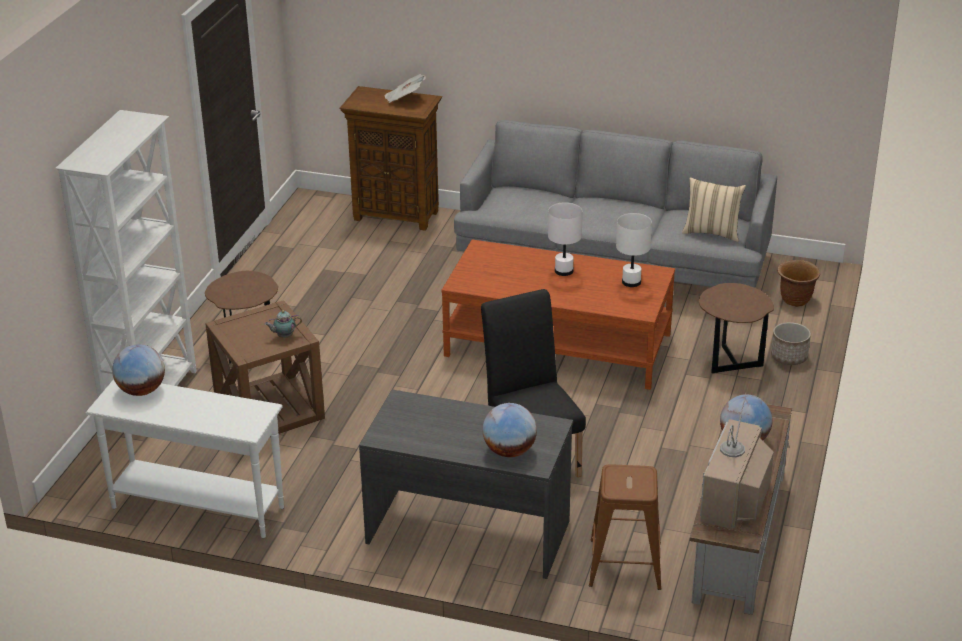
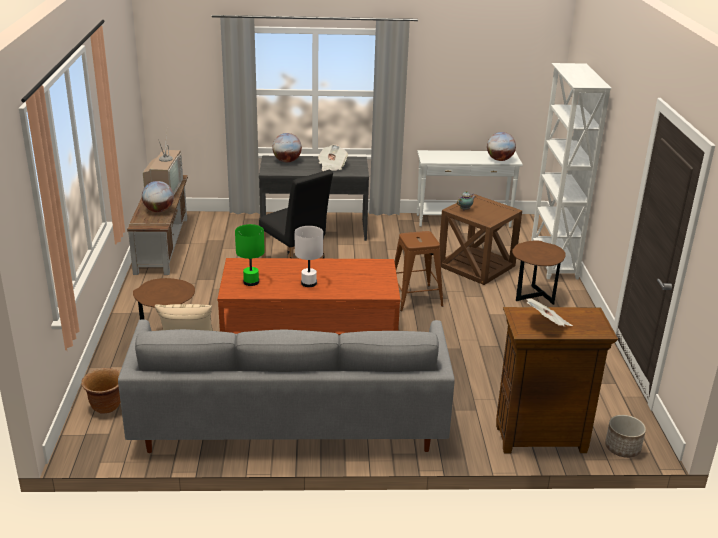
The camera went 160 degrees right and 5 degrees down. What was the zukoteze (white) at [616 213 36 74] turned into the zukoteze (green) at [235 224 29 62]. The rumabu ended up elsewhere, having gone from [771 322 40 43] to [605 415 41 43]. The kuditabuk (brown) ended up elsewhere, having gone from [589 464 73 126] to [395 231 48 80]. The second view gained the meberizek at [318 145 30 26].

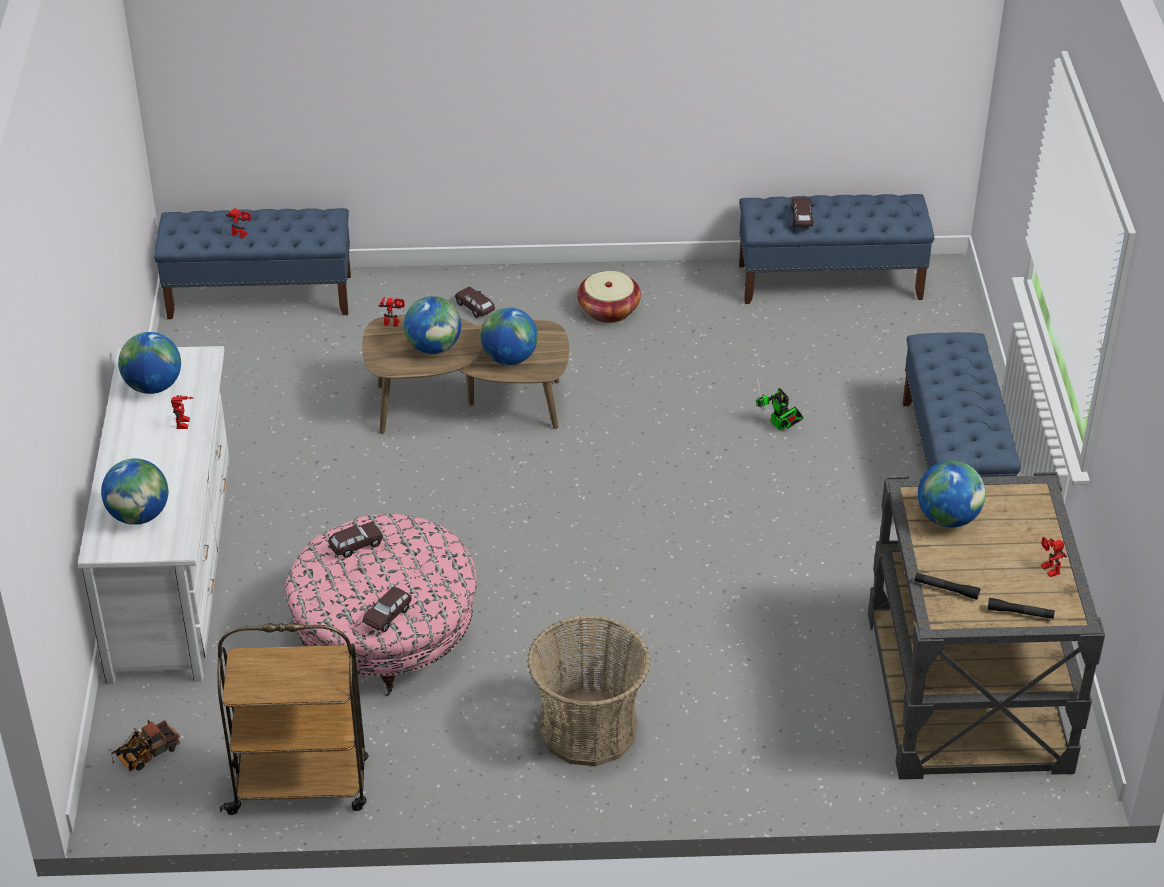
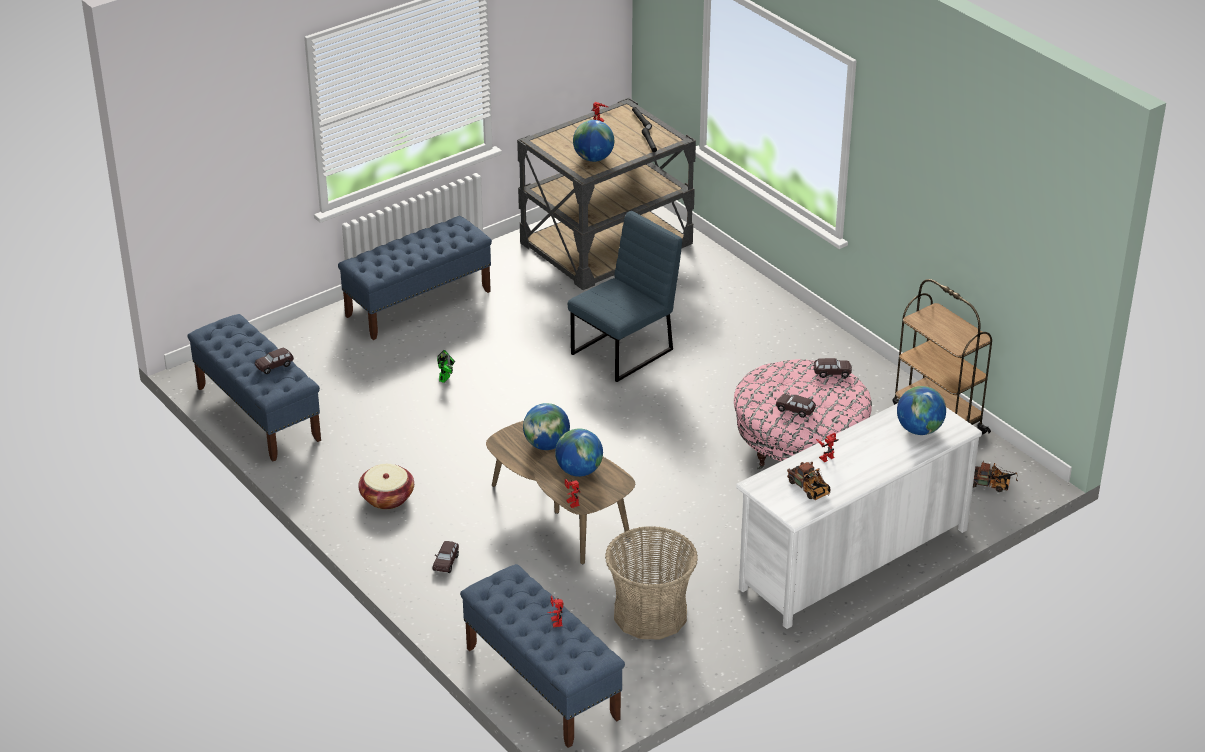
The camera went 125 degrees left and 5 degrees down. Where the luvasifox stood at [118 332 63 62], the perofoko came to stand at [787 462 43 38]. The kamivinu ended up elsewhere, having gone from [527 615 123 151] to [605 526 93 113]. The second view gained the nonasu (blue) at [568 211 114 171].

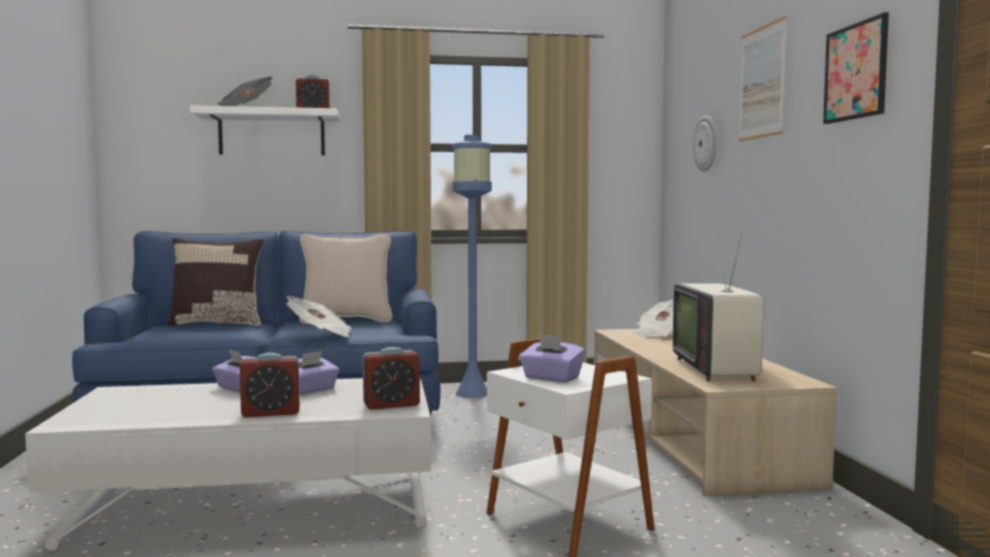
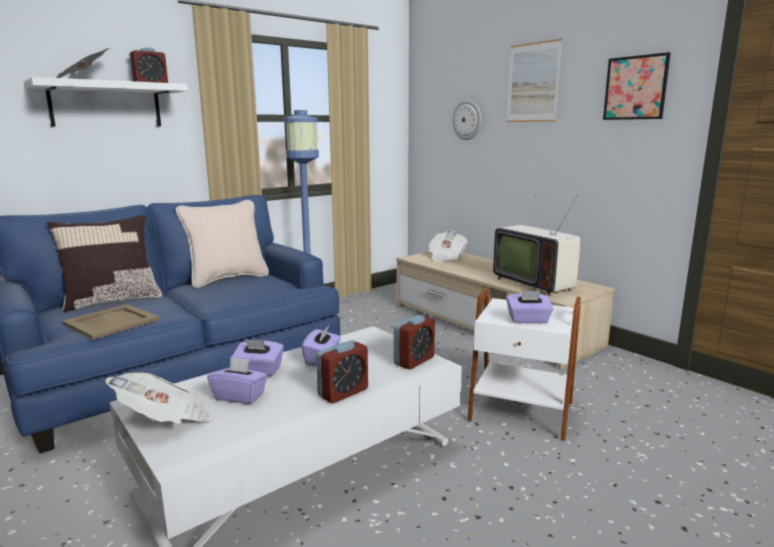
The camera went 30 degrees left and 10 degrees up. The meberizek ended up elsewhere, having gone from [287 296 64 41] to [105 372 108 52]. The second view gained the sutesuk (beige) at [62 304 98 35]. The second view gained the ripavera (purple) at [207 357 61 47].

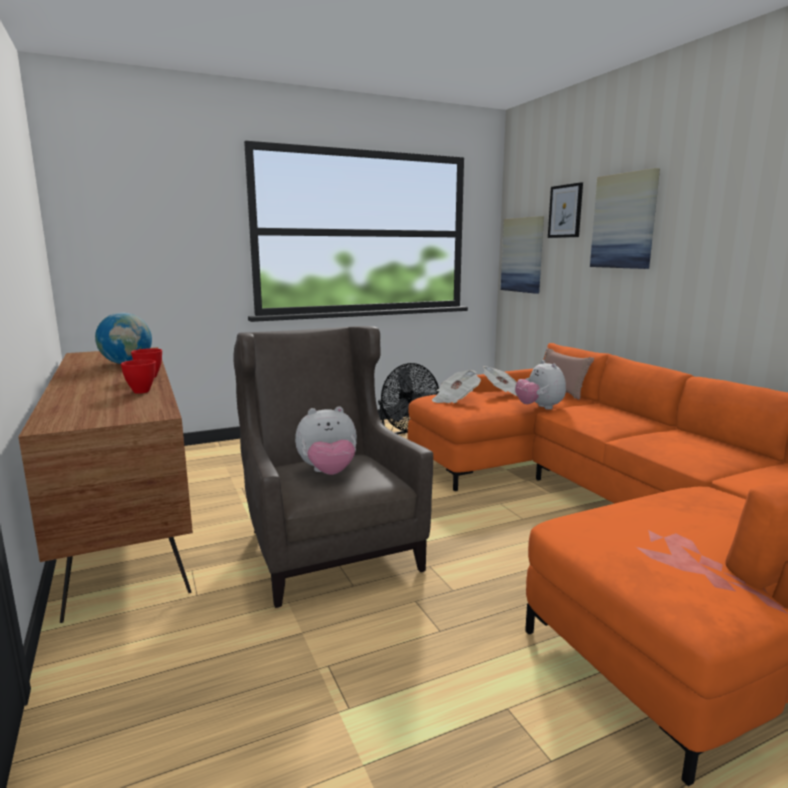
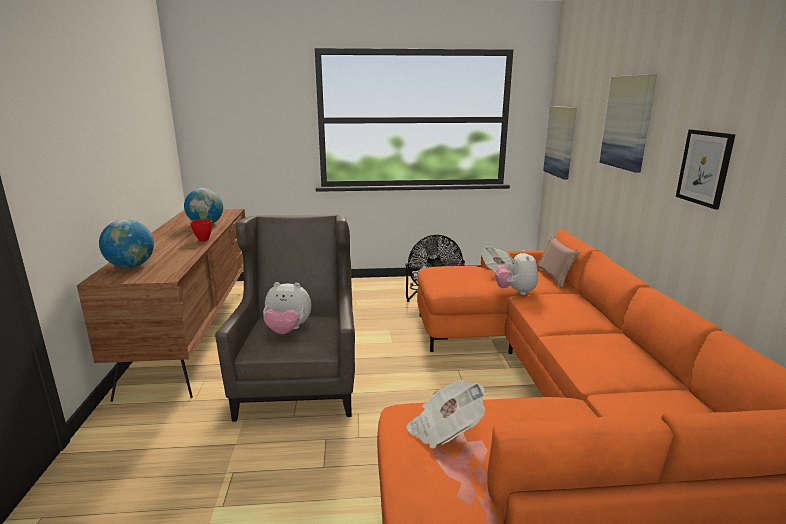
The camera went 20 degrees right and 5 degrees up. The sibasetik ended up elsewhere, having gone from [548 182 35 56] to [676 129 60 80]. The second view lost the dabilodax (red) at [121 359 35 35]. The meberizek ended up elsewhere, having gone from [432 370 49 33] to [407 380 79 69]. The second view gained the luvasifox at [99 219 55 49].

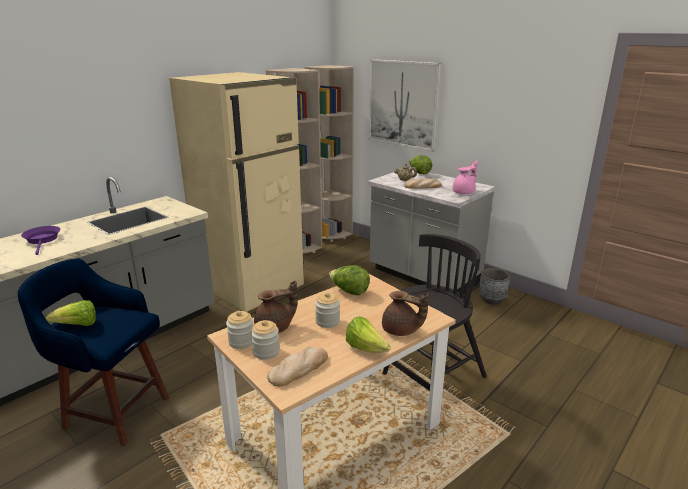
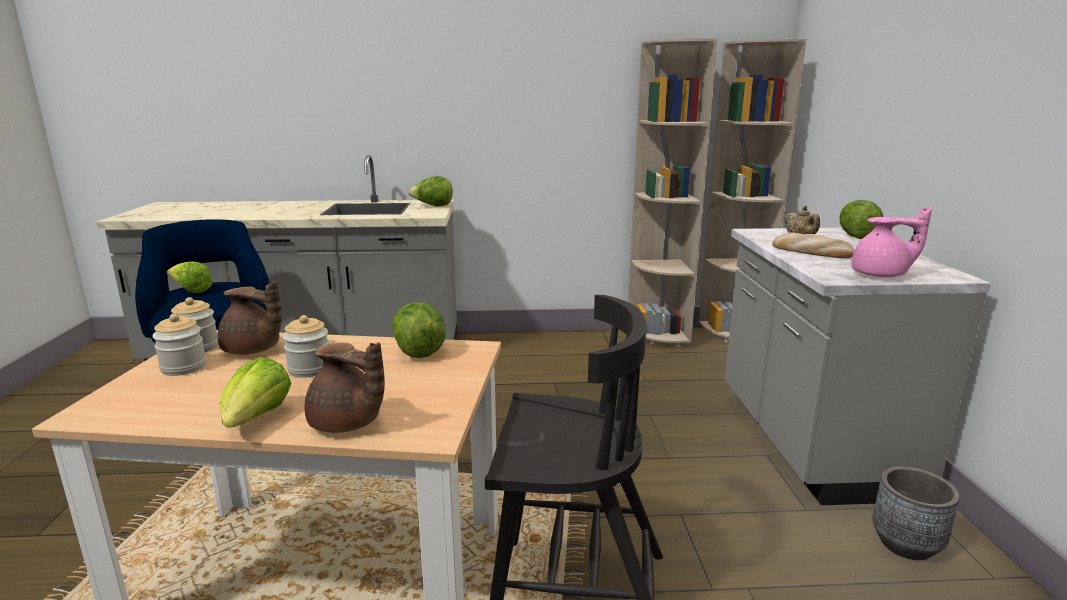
The camera went 45 degrees right and 5 degrees down. The second view lost the sibasetik at [369 59 72 92]. The second view lost the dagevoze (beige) at [169 72 135 240]. The second view lost the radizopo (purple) at [21 226 40 29]. The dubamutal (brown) at [382 291 47 45] ended up facing another way, 45 degrees counterclockwise from before. The second view lost the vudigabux at [267 347 61 40]. The second view gained the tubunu at [408 176 45 30].

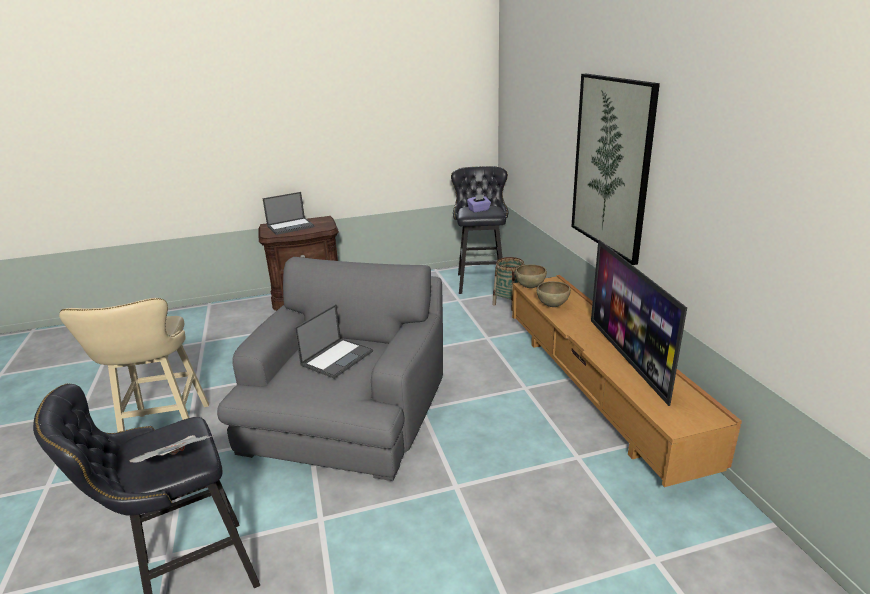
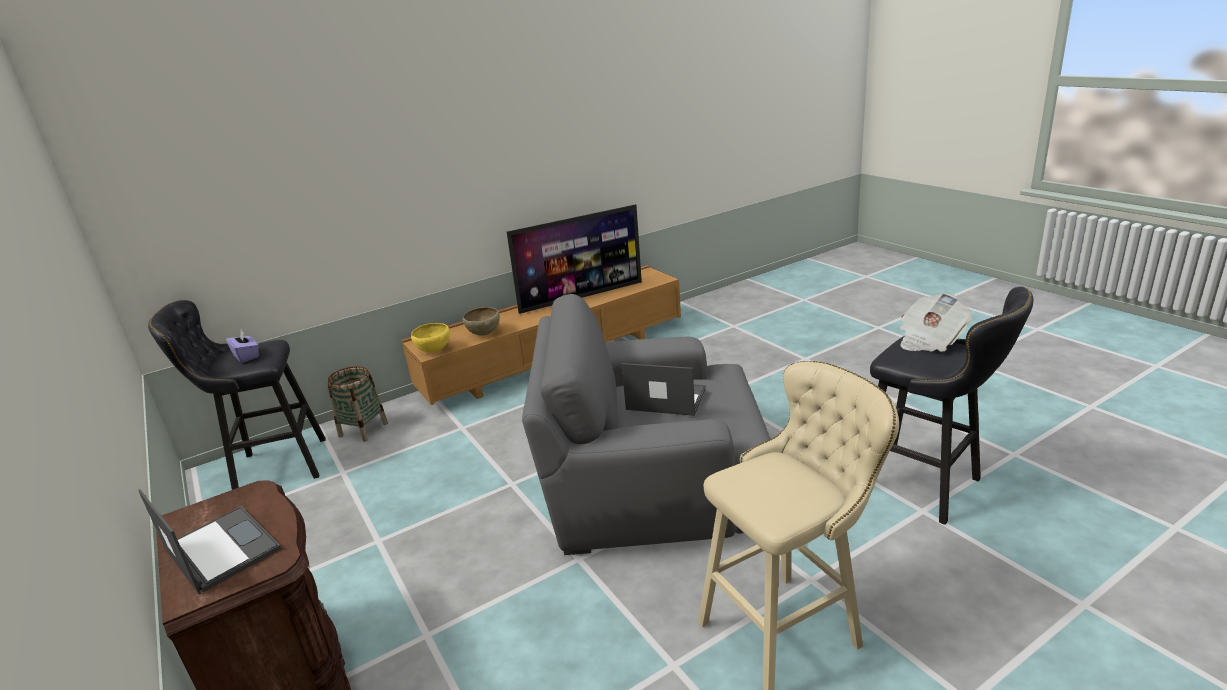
The camera went 105 degrees left and 0 degrees up. The second view lost the sibasetik at [571 74 89 191]. What was the dabilodax (brown) at [515 264 32 24] turned into the dabilodax (yellow) at [411 323 39 30].

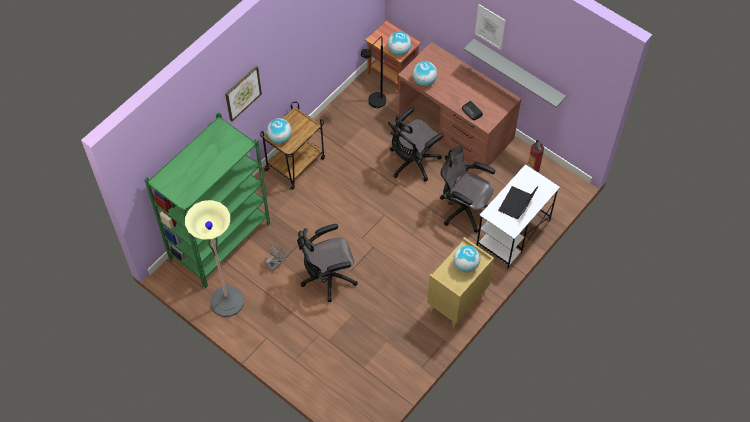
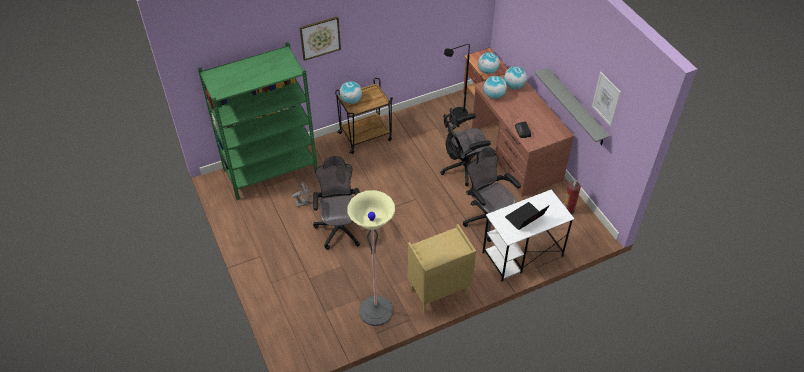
The camera went 25 degrees right and 10 degrees down. The sibasetik ended up elsewhere, having gone from [475 4 30 46] to [592 72 29 55]. The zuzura ended up elsewhere, having gone from [185 200 59 117] to [348 190 47 136]. The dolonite at [297 224 60 78] ended up facing another way, 75 degrees clockwise from before. The luvasifox ended up elsewhere, having gone from [453 245 27 27] to [504 66 23 23].

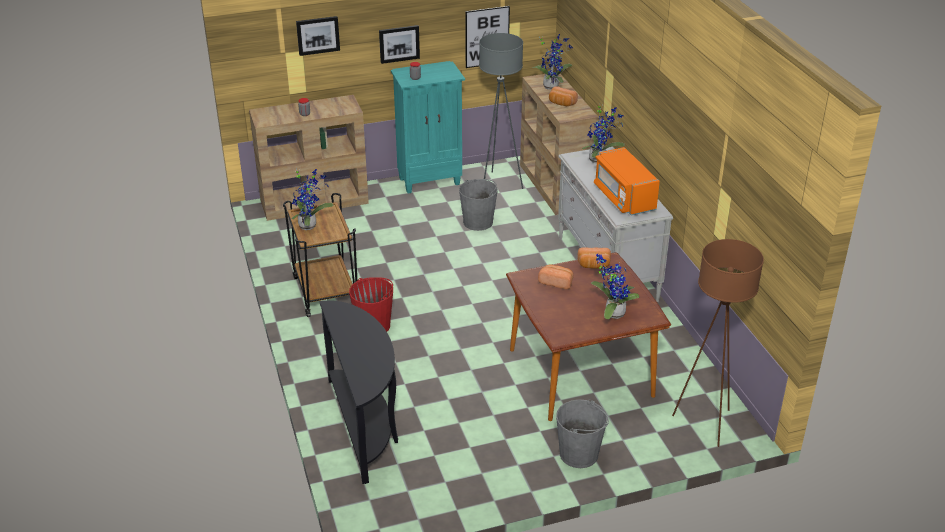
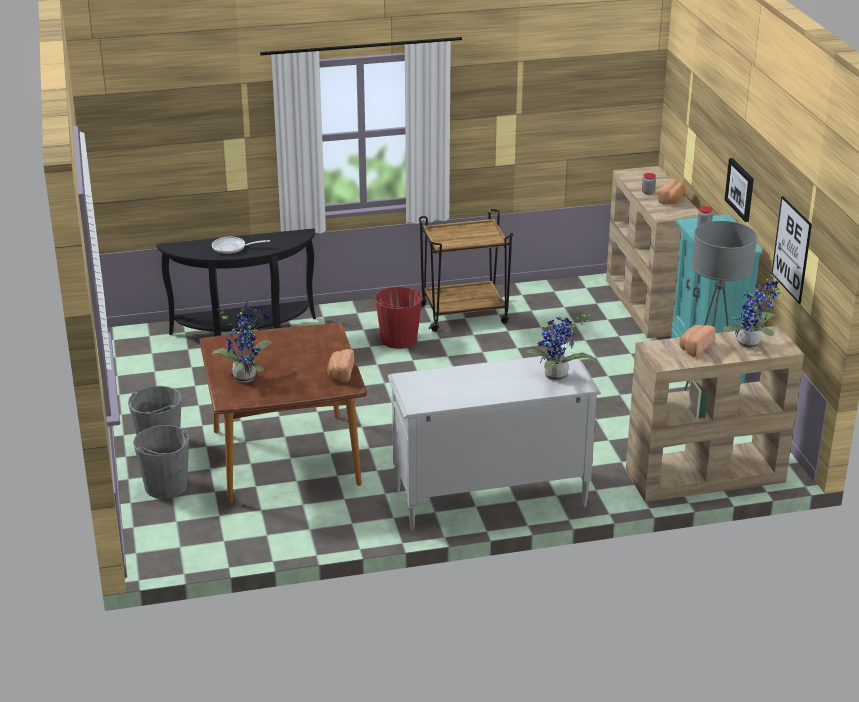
The camera went 95 degrees right and 5 degrees down. The second view lost the sibasetik at [296 16 44 40]. The second view lost the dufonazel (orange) at [594 147 66 69]. The second view lost the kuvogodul at [292 169 42 61]. The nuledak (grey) ended up elsewhere, having gone from [459 179 39 52] to [133 425 56 74]. The second view lost the zuzura (brown) at [672 239 92 208]. The vudigabux ended up elsewhere, having gone from [538 264 35 25] to [658 178 27 26]. The second view gained the radizopo at [212 237 58 17].

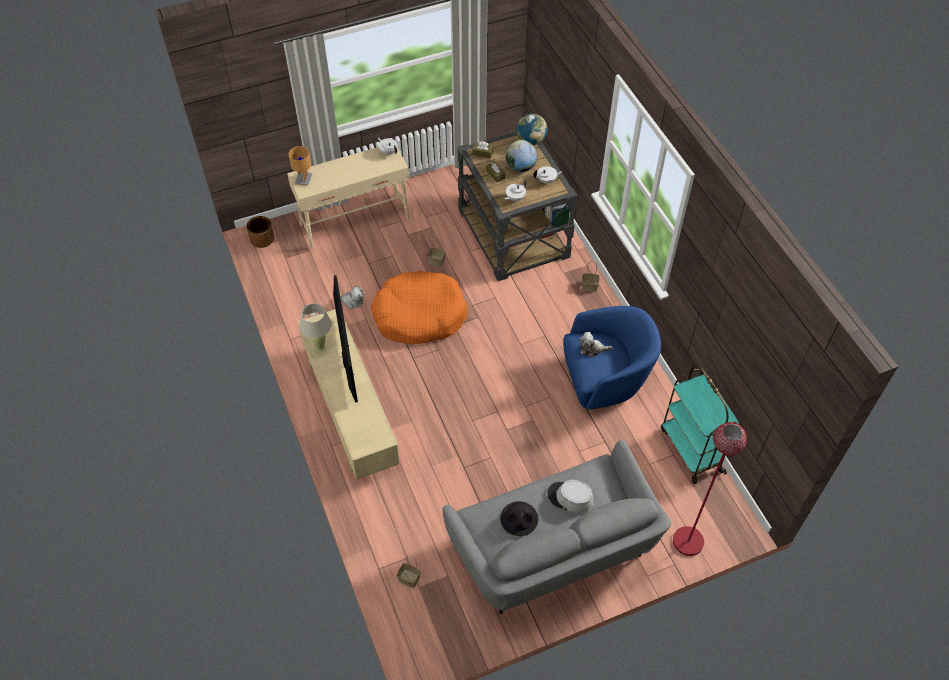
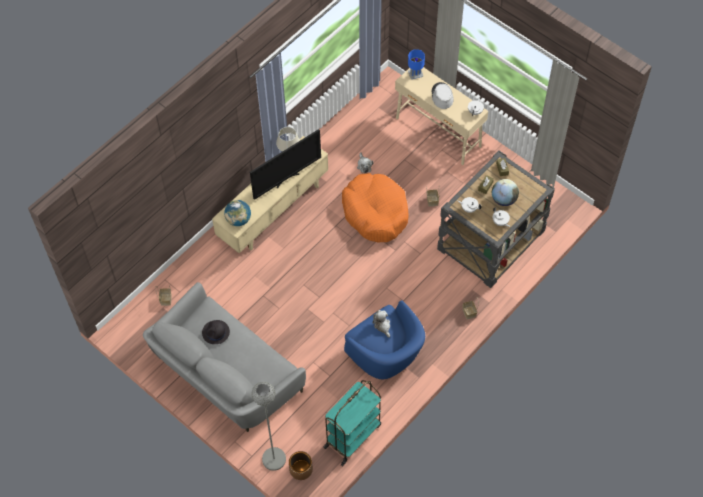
The camera went 65 degrees right and 5 degrees up. The luvasifox ended up elsewhere, having gone from [516 114 31 31] to [224 200 27 26]. What was the zukoteze (brown) at [289 146 24 39] turned into the zukoteze (blue) at [408 49 17 30]. The rumabu (brown) ended up elsewhere, having gone from [247 216 27 32] to [289 451 24 29]. What was the zuzura (red) at [673 422 74 134] turned into the zuzura (grey) at [251 382 35 89]. The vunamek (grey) ended up elsewhere, having gone from [547 480 47 33] to [431 82 23 27].

